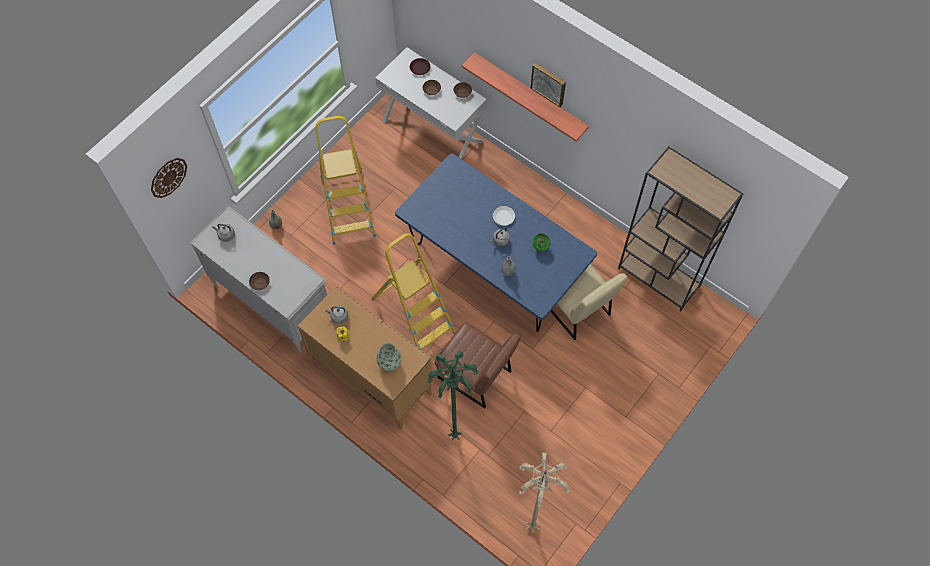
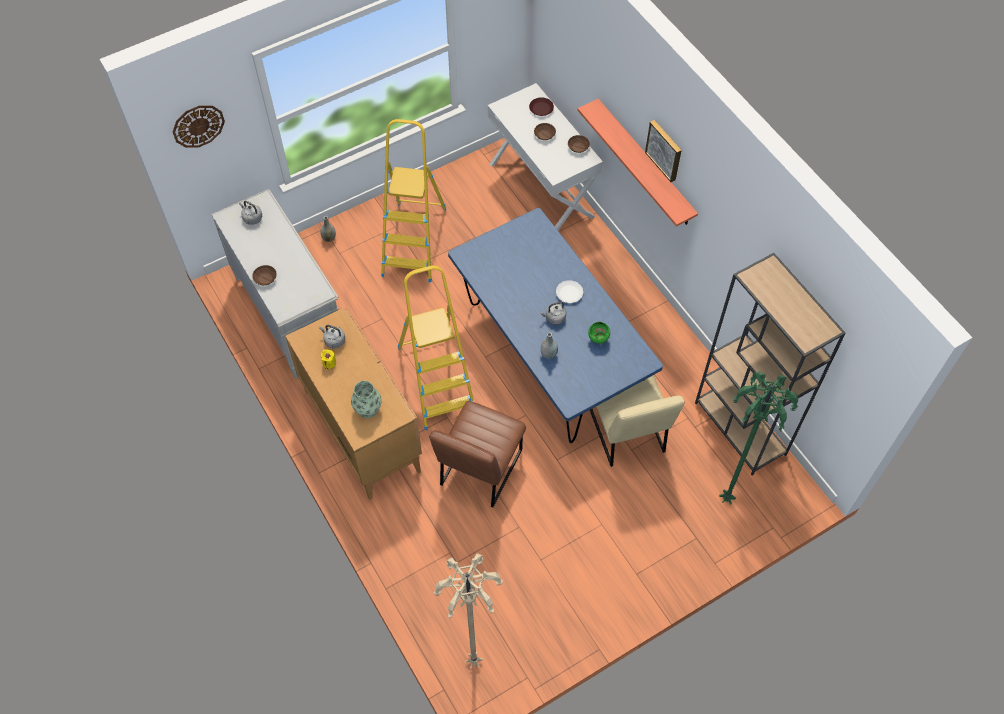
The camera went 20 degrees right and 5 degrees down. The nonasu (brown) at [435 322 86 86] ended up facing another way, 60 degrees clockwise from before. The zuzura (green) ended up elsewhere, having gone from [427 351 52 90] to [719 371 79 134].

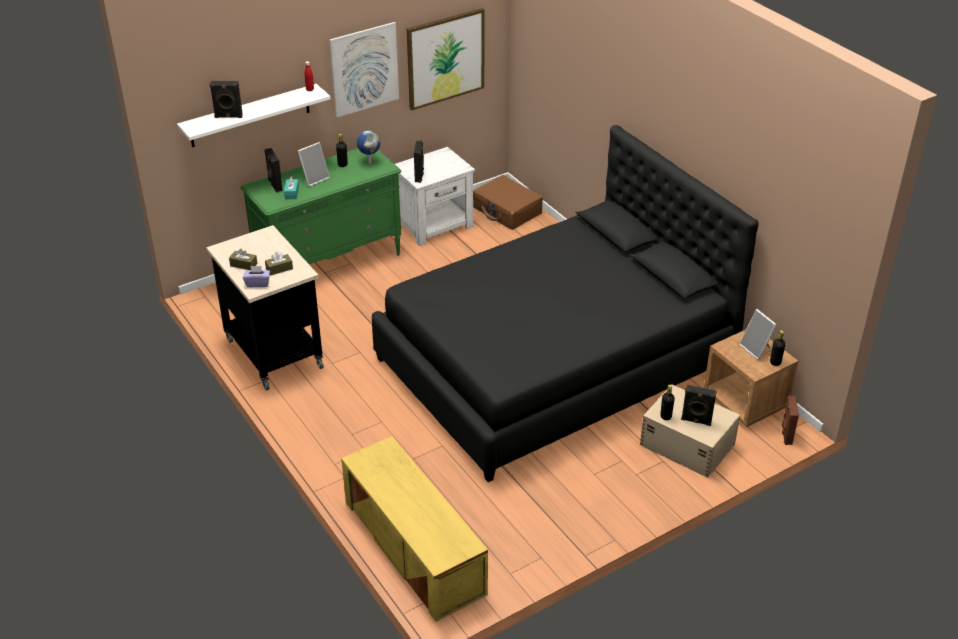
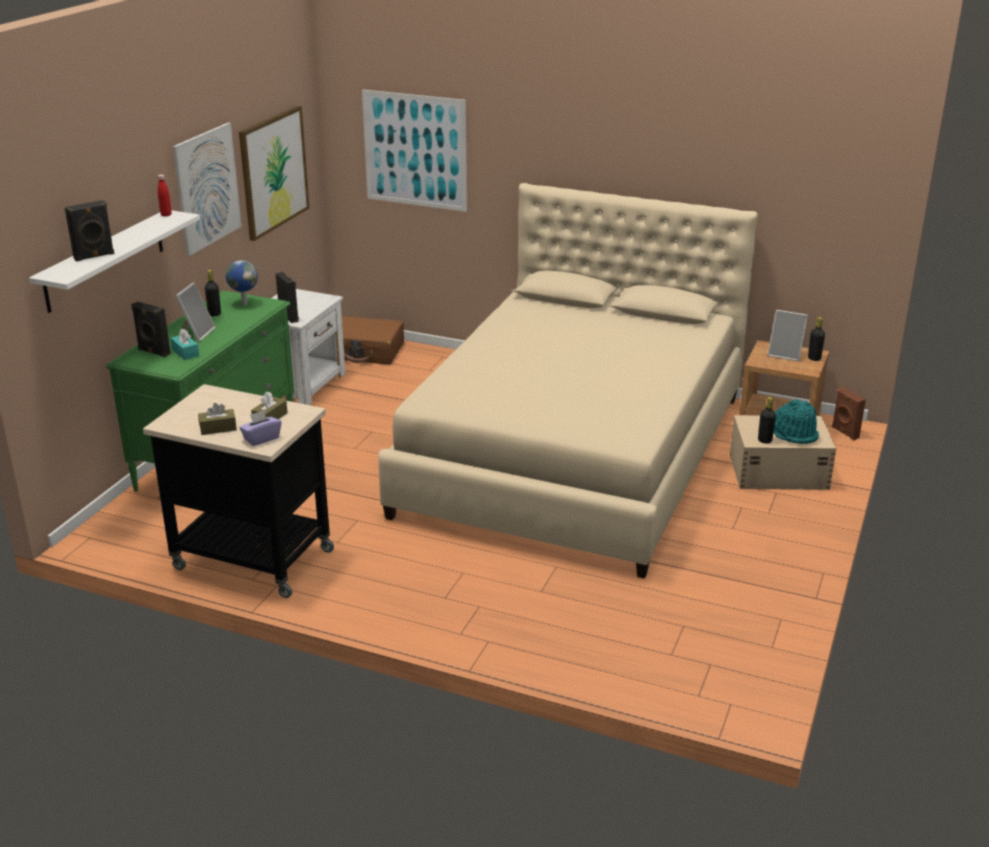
The camera went 35 degrees left and 10 degrees down. What was the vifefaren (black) at [372 125 386 357] turned into the vifefaren (beige) at [378 183 380 396]. Where the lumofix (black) stood at [681 385 36 41], the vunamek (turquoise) came to stand at [774 399 45 45]. The second view lost the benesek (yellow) at [341 436 147 186]. The second view gained the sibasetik at [362 90 105 122].

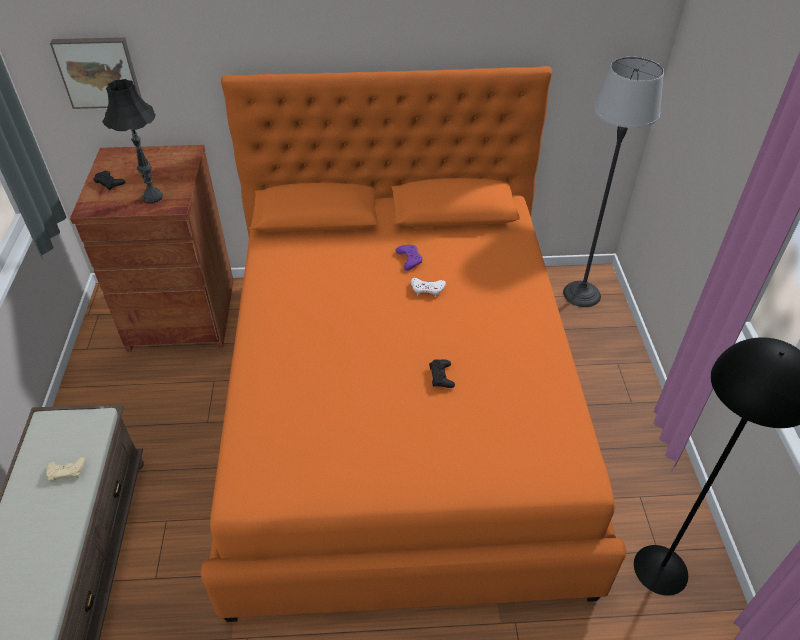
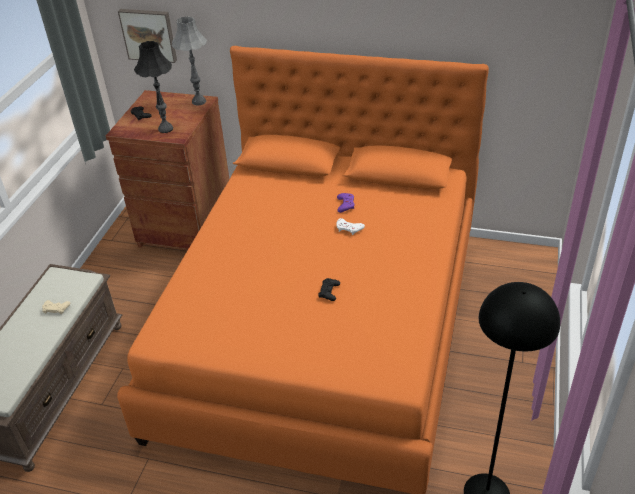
The camera went 20 degrees right and 5 degrees down. The second view lost the zuzura at [563 57 101 250]. The second view gained the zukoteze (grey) at [172 16 35 89].

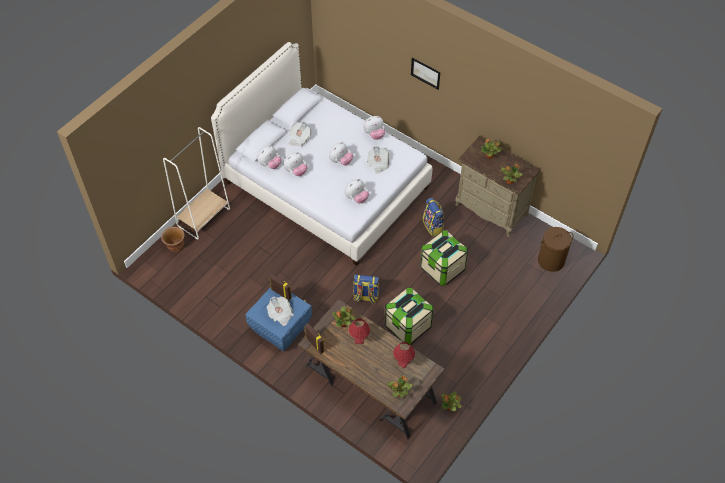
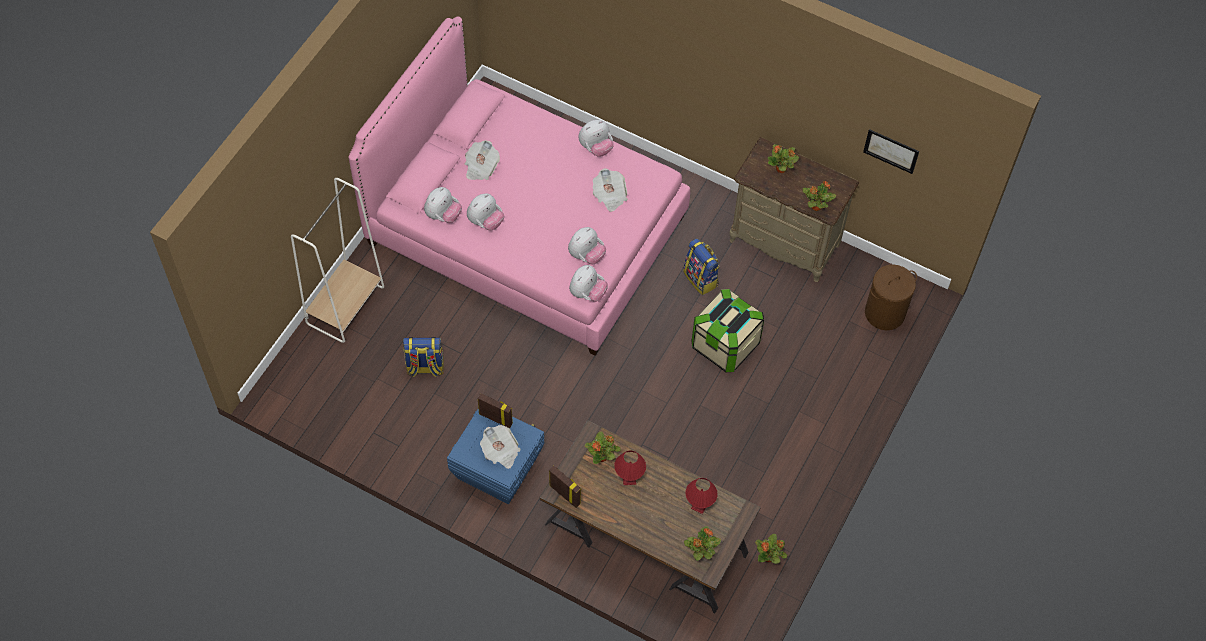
The camera went 10 degrees left and 5 degrees up. What was the vifefaren (white) at [211 42 221 224] turned into the vifefaren (pink) at [349 17 341 339]. The sibasetik ended up elsewhere, having gone from [411 58 29 32] to [863 129 56 45]. The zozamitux ended up elsewhere, having gone from [329 142 24 23] to [569 265 39 37]. The second view lost the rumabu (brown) at [161 227 24 25]. The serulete ended up elsewhere, having gone from [353 274 26 30] to [403 337 41 40]. The second view lost the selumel at [385 288 48 57].

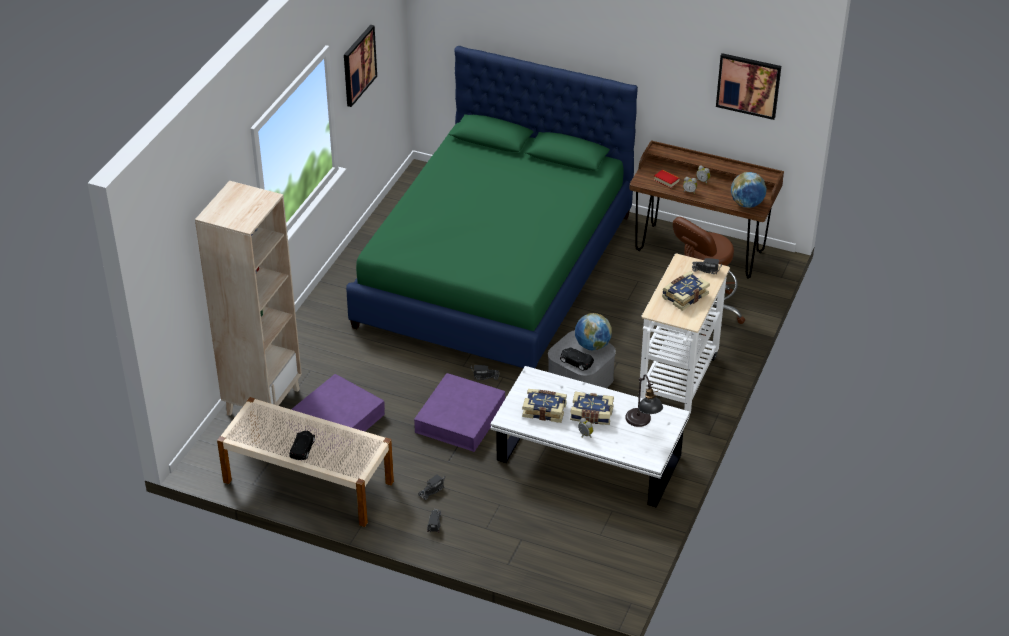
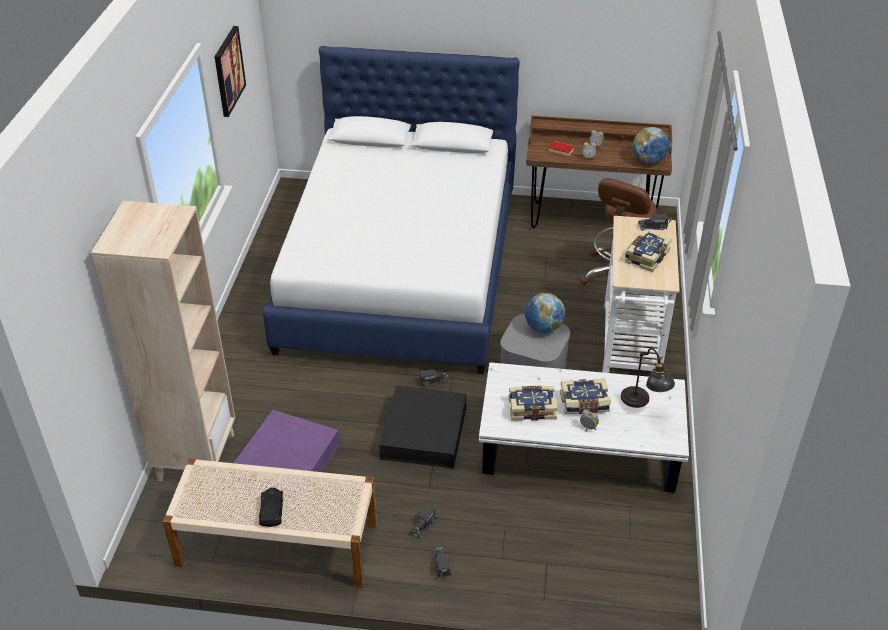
The camera went 15 degrees left and 0 degrees up. What was the vifefaren (green) at [346 46 292 323] turned into the vifefaren (white) at [262 46 258 328]. The second view lost the sibasetik at [716 53 65 67]. The second view lost the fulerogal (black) at [560 348 34 23]. What was the selumel (purple) at [414 373 91 79] turned into the selumel (black) at [379 386 88 83].

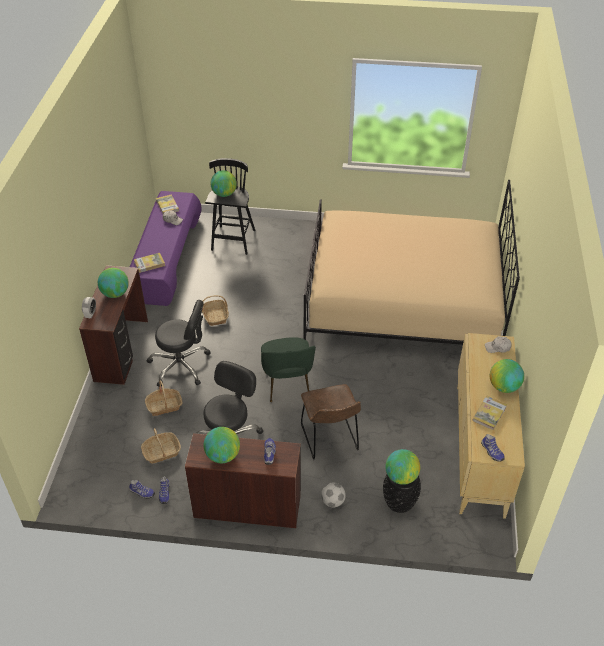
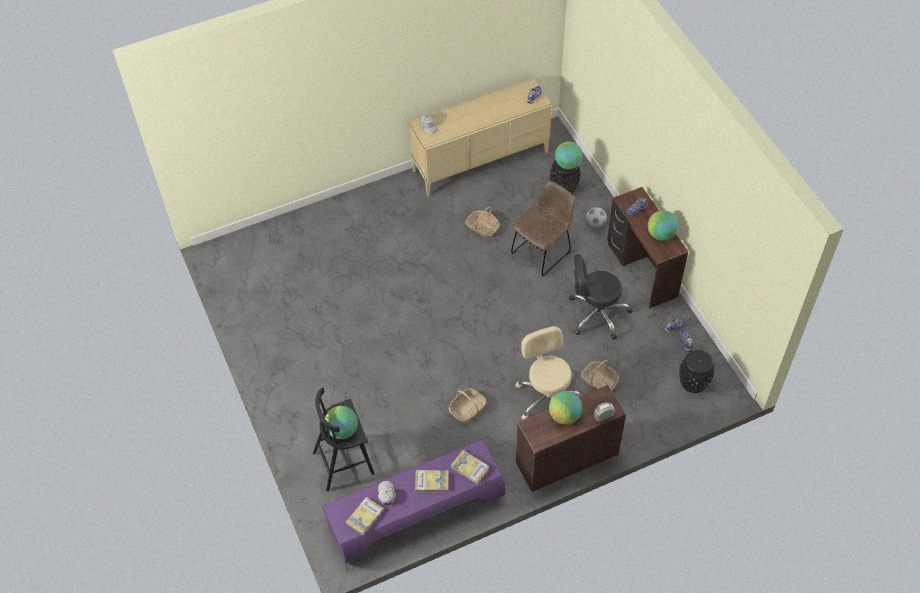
The camera went 120 degrees left and 10 degrees up. The second view lost the vifefaren (beige) at [304 180 216 165]. What was the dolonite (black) at [147 300 64 87] turned into the dolonite (beige) at [515 326 67 94]. The second view lost the nonasu (green) at [261 337 55 65]. The second view lost the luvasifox at [490 359 34 34]. The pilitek ended up elsewhere, having gone from [472 395 35 35] to [415 470 34 22]. The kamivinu ended up elsewhere, having gone from [141 429 40 35] to [465 206 35 32]. The second view gained the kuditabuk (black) at [679 350 35 43].

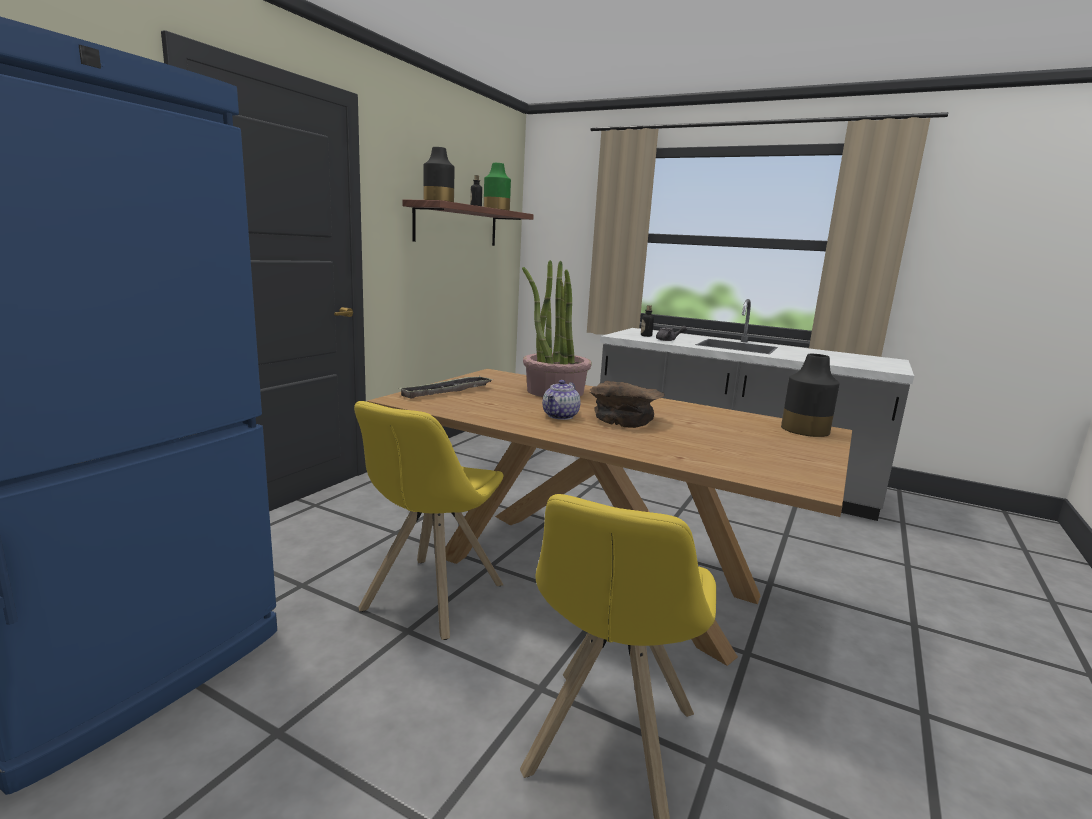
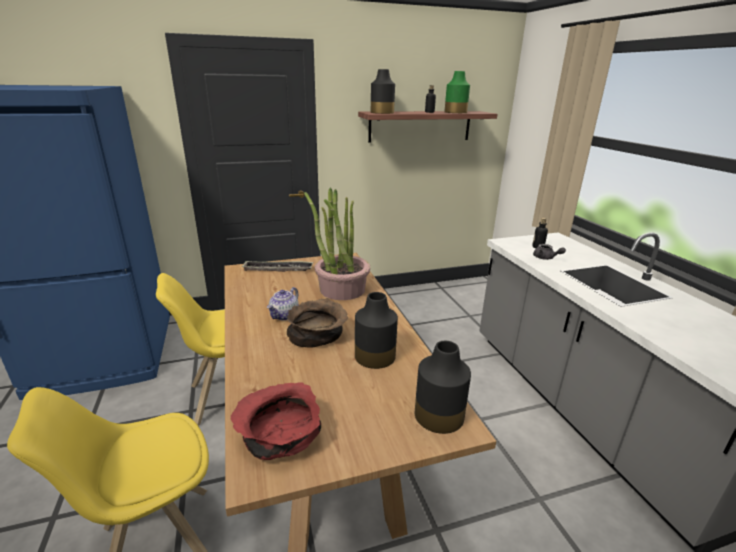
The camera went 45 degrees right and 10 degrees up. The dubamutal at [542 380 39 40] ended up facing another way, 45 degrees counterclockwise from before. The second view gained the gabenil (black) at [355 292 43 77]. The second view gained the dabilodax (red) at [230 382 91 78].

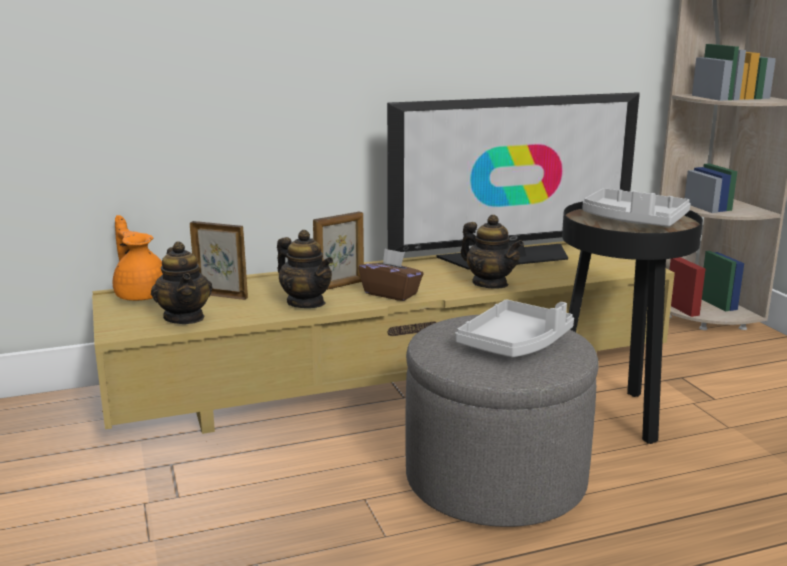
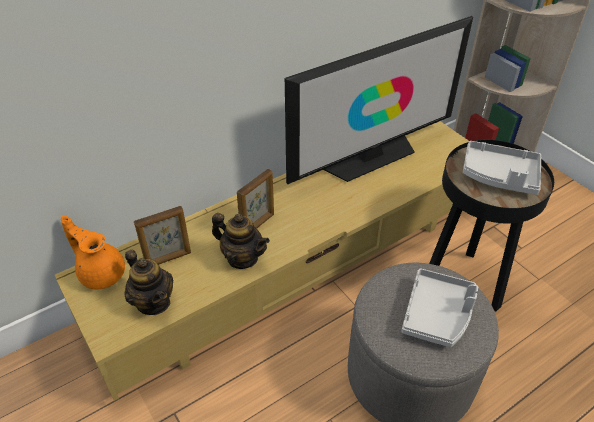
The camera went 15 degrees left and 25 degrees up. The second view lost the dubamutal at [461 215 63 74]. The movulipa at [190 221 58 79] ended up facing another way, 150 degrees clockwise from before. The second view lost the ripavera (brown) at [359 248 64 53].

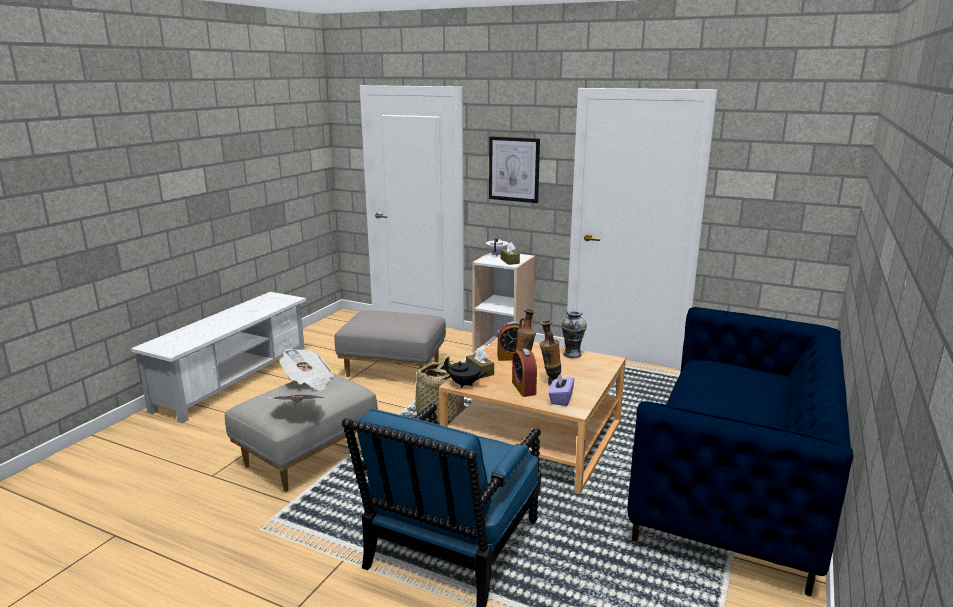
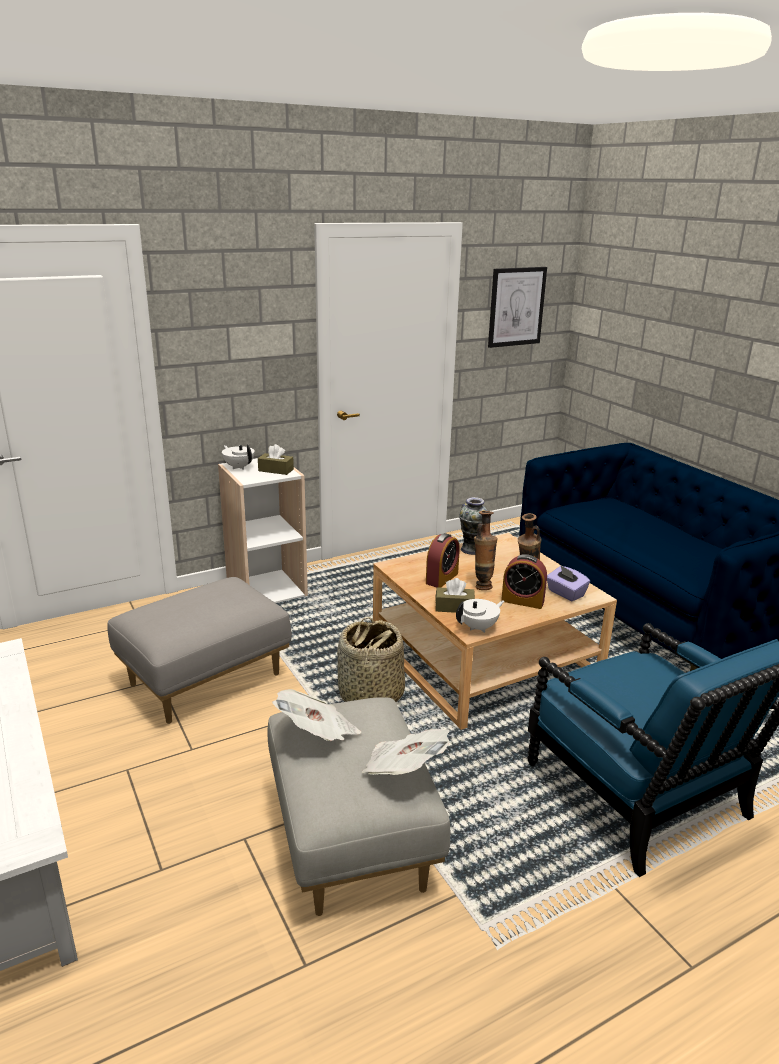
The camera went 55 degrees left and 5 degrees up. The sibasetik ended up elsewhere, having gone from [489 136 51 67] to [488 267 59 81]. What was the dubamutal (black) at [444 356 44 32] turned into the dubamutal (white) at [456 599 48 34].

